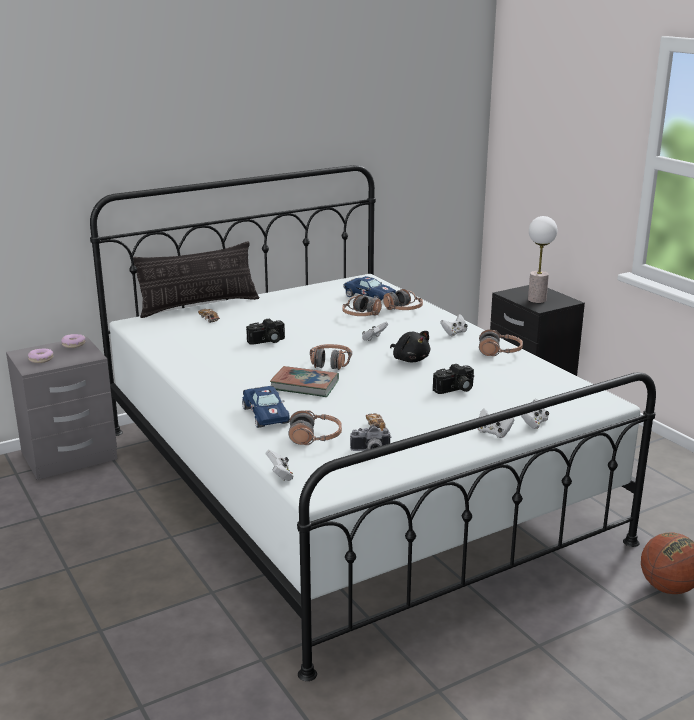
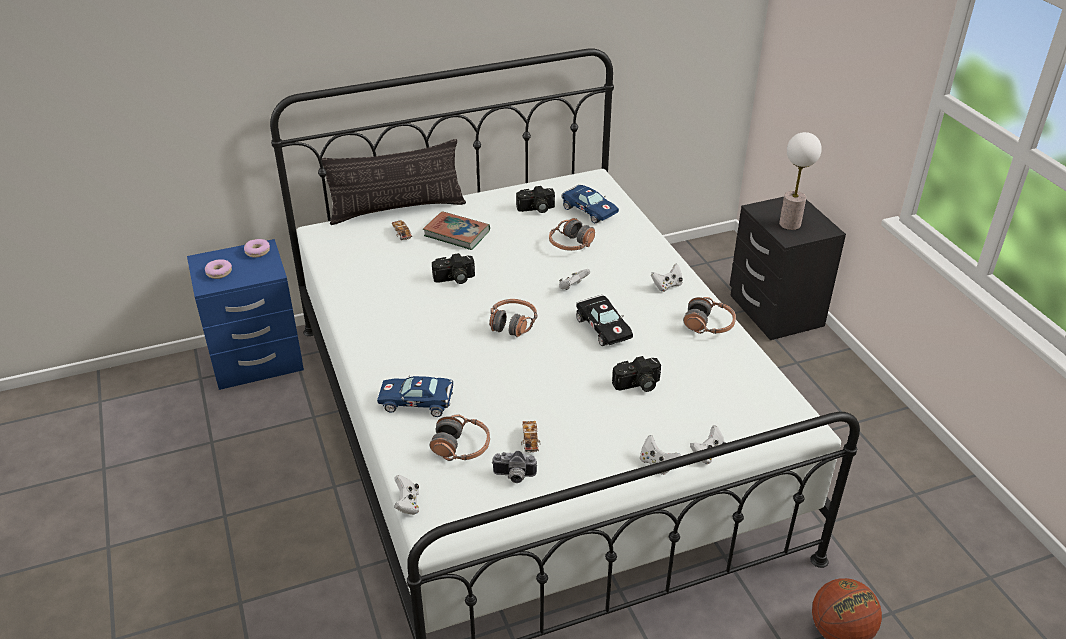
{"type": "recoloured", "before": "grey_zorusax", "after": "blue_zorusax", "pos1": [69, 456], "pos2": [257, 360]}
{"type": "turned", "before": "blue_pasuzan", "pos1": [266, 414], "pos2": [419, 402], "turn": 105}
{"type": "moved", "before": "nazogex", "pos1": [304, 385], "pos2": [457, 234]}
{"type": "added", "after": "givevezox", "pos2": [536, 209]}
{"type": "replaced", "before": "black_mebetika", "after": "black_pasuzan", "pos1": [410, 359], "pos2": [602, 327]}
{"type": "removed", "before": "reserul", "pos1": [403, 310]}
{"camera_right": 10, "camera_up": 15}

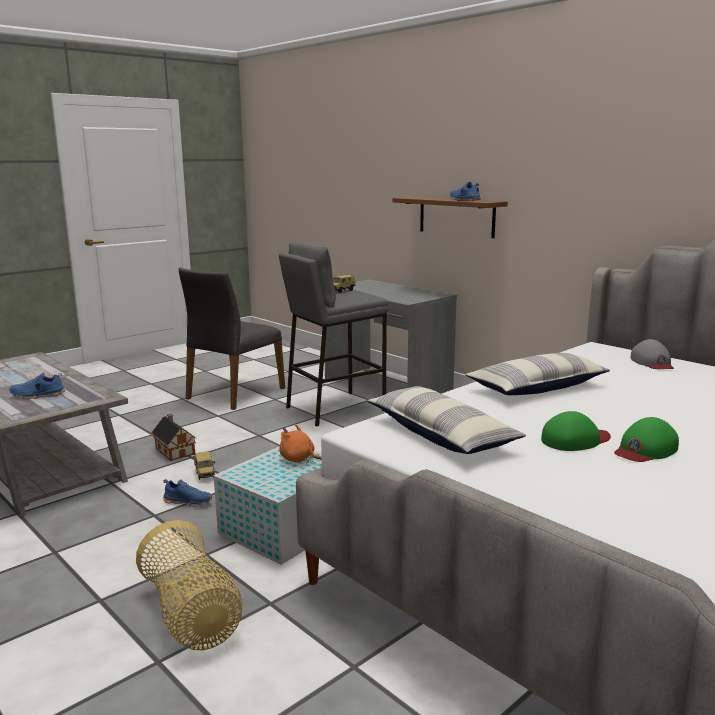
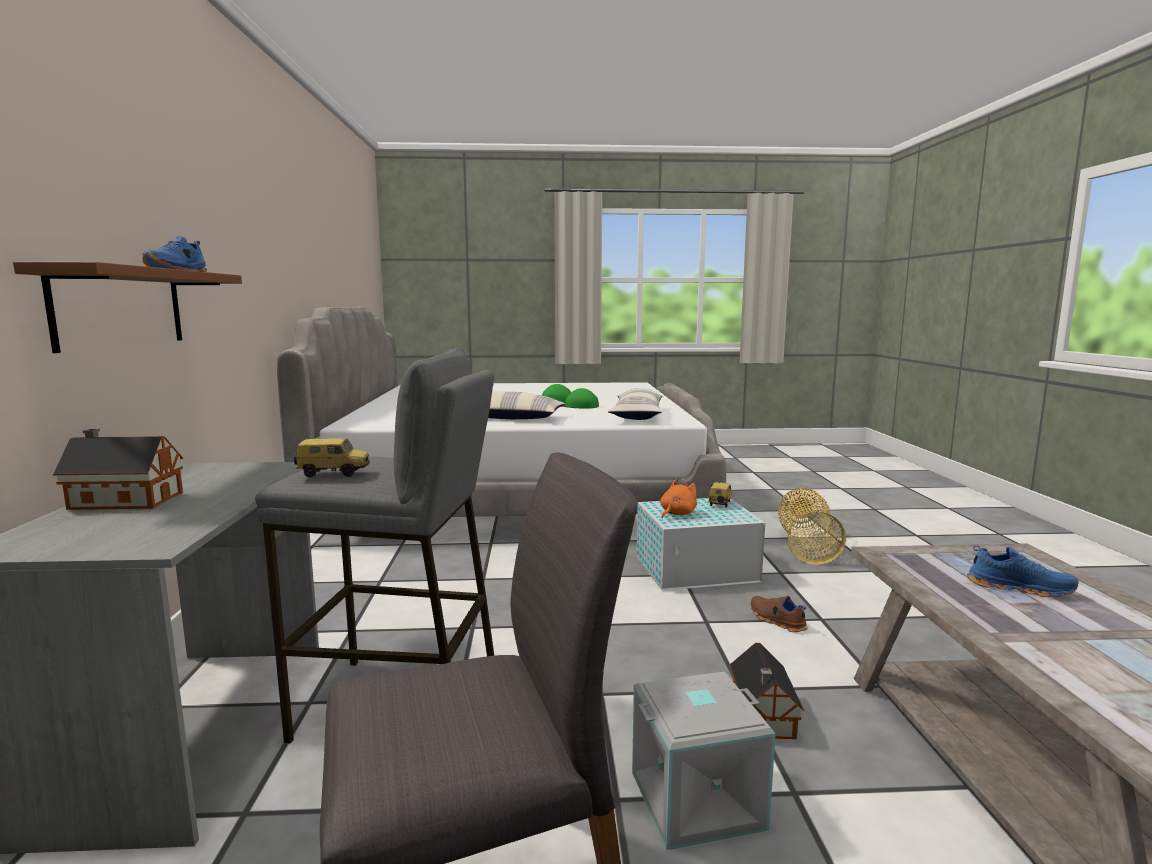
{"type": "added", "after": "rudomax", "pos2": [123, 500]}
{"type": "added", "after": "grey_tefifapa", "pos2": [696, 802]}
{"type": "turned", "before": "orange_mebetika", "pos1": [299, 459], "pos2": [676, 514], "turn": -120}
{"type": "moved", "before": "pasuzan", "pos1": [205, 474], "pos2": [719, 503]}
{"type": "recoloured", "before": "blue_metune", "after": "brown_metune", "pos1": [188, 501], "pos2": [776, 621]}
{"type": "removed", "before": "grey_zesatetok", "pos1": [652, 362]}
{"camera_right": -140, "camera_up": -5}

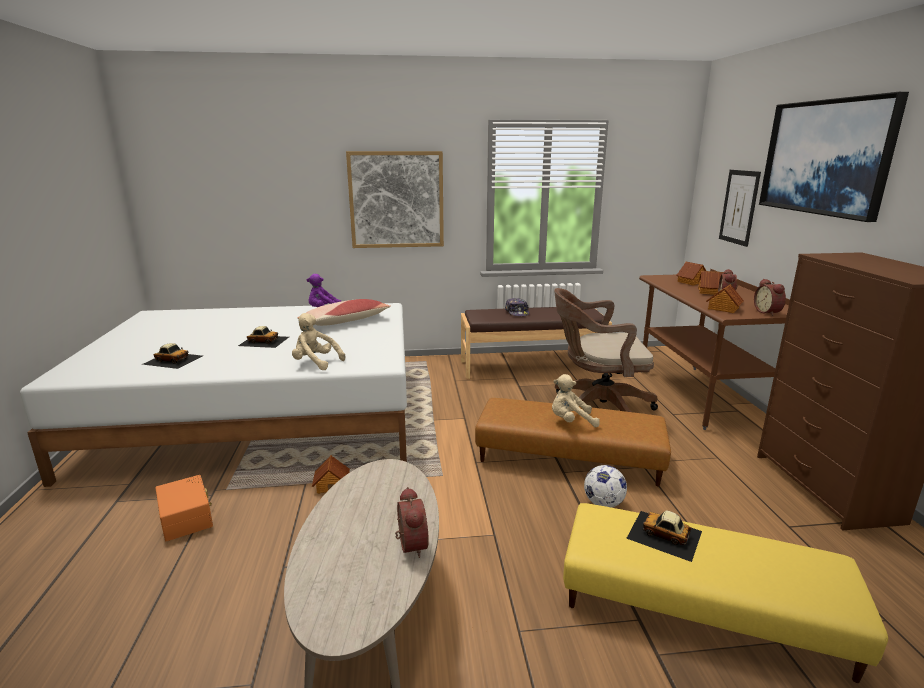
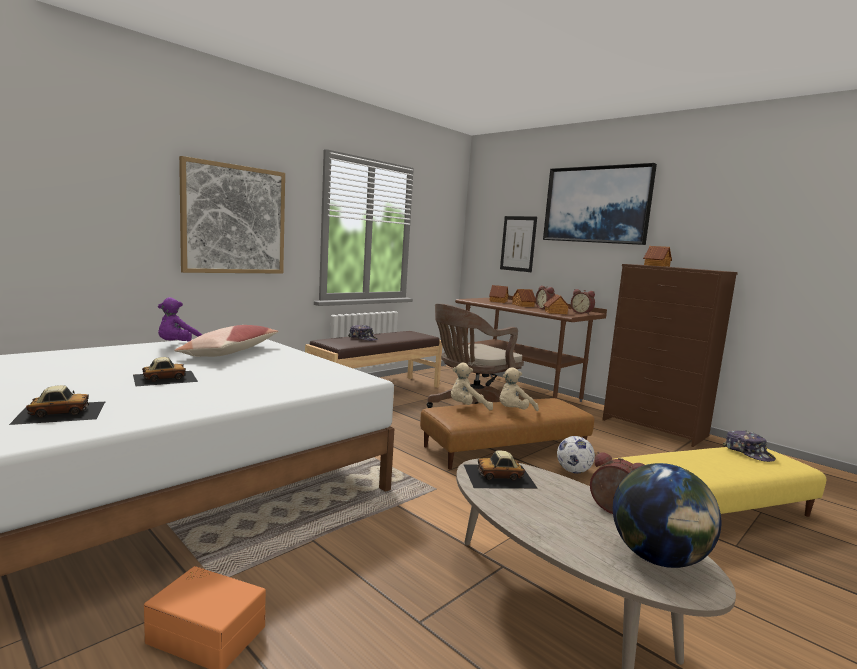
{"type": "moved", "before": "beige_mebetika", "pos1": [316, 363], "pos2": [467, 407]}
{"type": "moved", "before": "pasuzan", "pos1": [664, 535], "pos2": [499, 476]}
{"type": "added", "after": "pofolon", "pos2": [658, 558]}
{"type": "moved", "before": "rudomax", "pos1": [332, 484], "pos2": [656, 265]}
{"type": "added", "after": "zesatetok", "pos2": [748, 453]}
{"camera_right": -40, "camera_up": -10}

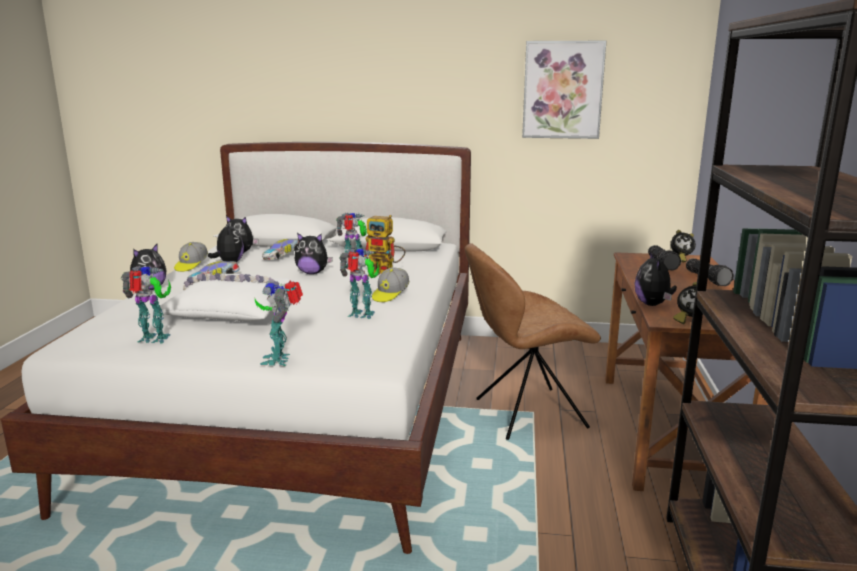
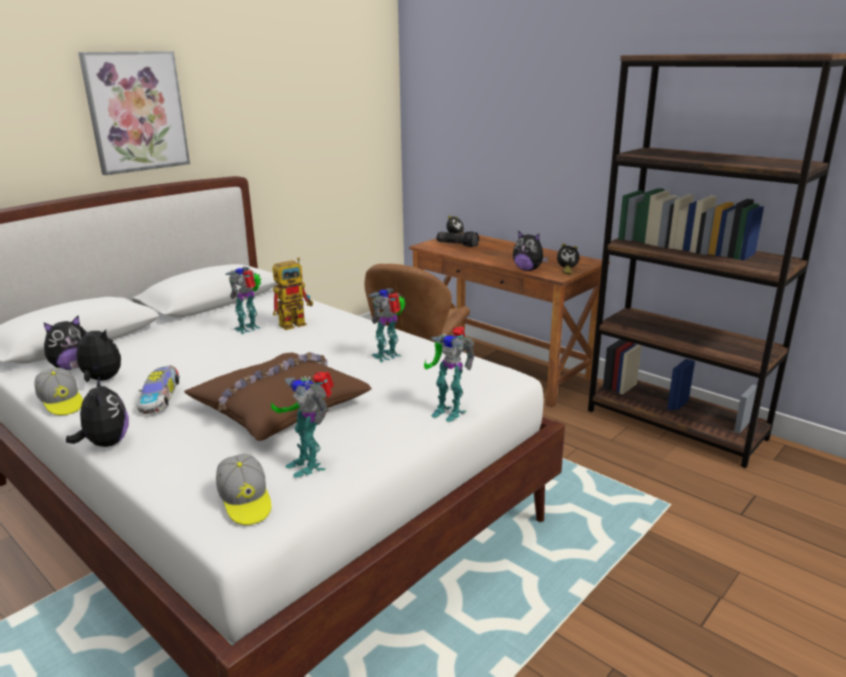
{"type": "moved", "before": "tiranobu", "pos1": [562, 90], "pos2": [136, 112]}
{"type": "recoloured", "before": "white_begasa", "after": "brown_begasa", "pos1": [234, 309], "pos2": [279, 406]}
{"type": "moved", "before": "zesatetok", "pos1": [390, 295], "pos2": [245, 502]}
{"type": "turned", "before": "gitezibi", "pos1": [154, 340], "pos2": [309, 463], "turn": -75}
{"type": "removed", "before": "pasuzan", "pos1": [283, 257]}
{"type": "removed", "before": "mebetika", "pos1": [312, 273]}
{"type": "removed", "before": "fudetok", "pos1": [708, 279]}
{"camera_right": -55, "camera_up": 5}

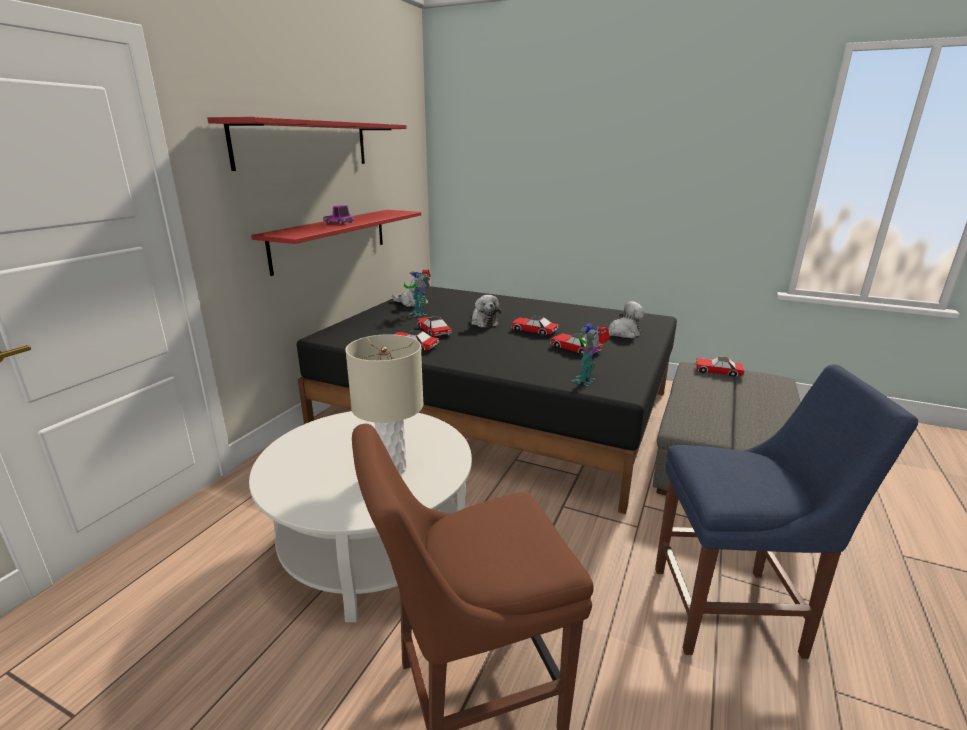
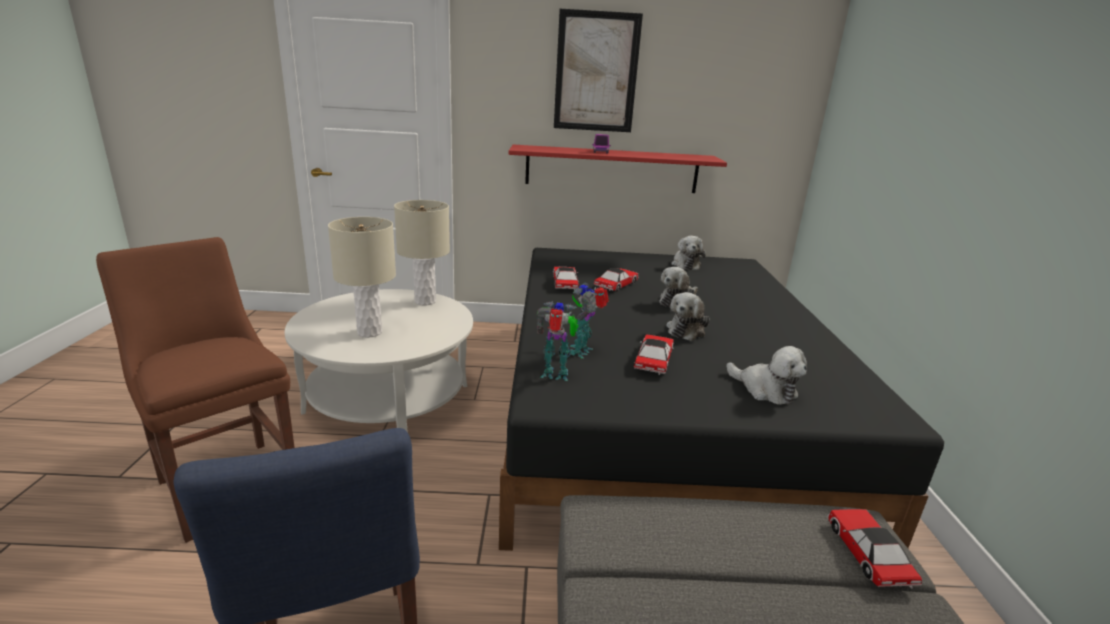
{"type": "added", "after": "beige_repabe", "pos2": [425, 301]}
{"type": "replaced", "before": "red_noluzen", "after": "tiranobu", "pos1": [304, 144], "pos2": [596, 72]}
{"type": "moved", "before": "gitezibi", "pos1": [419, 313], "pos2": [582, 351]}
{"type": "replaced", "before": "pasuzan", "after": "mebetika", "pos1": [533, 331], "pos2": [687, 330]}
{"camera_right": 65, "camera_up": 0}

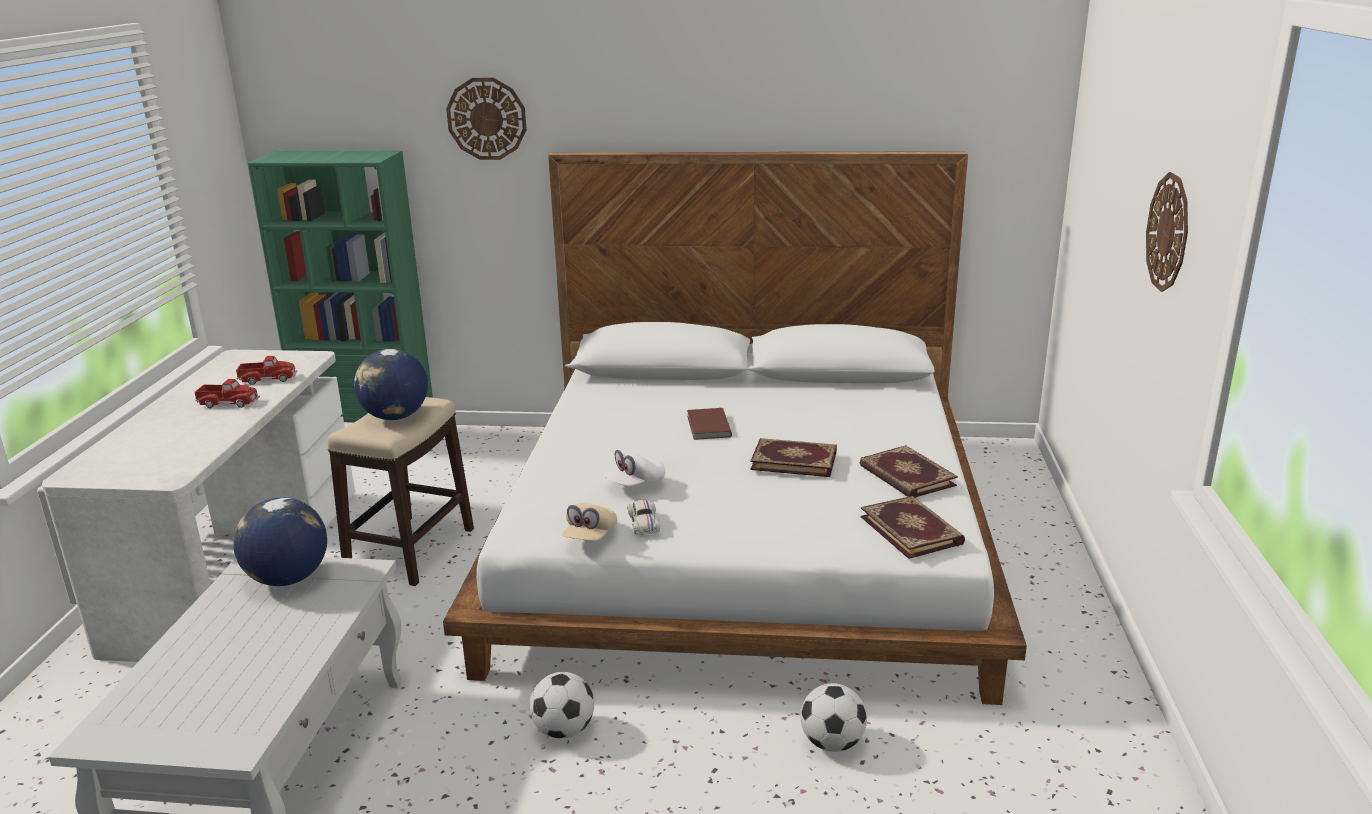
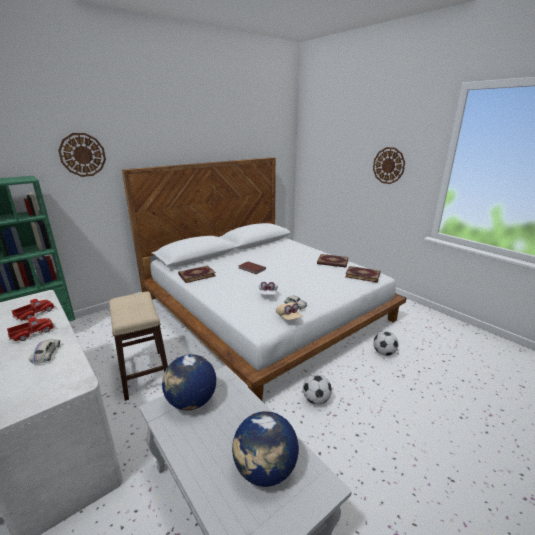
{"type": "added", "after": "white_pasuzan", "pos2": [46, 354]}
{"type": "moved", "before": "nazogex", "pos1": [794, 460], "pos2": [196, 275]}
{"type": "moved", "before": "pofolon", "pos1": [395, 417], "pos2": [265, 470]}
{"camera_right": -45, "camera_up": 0}

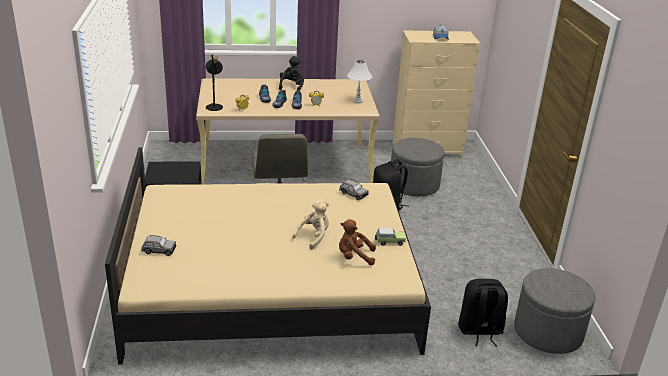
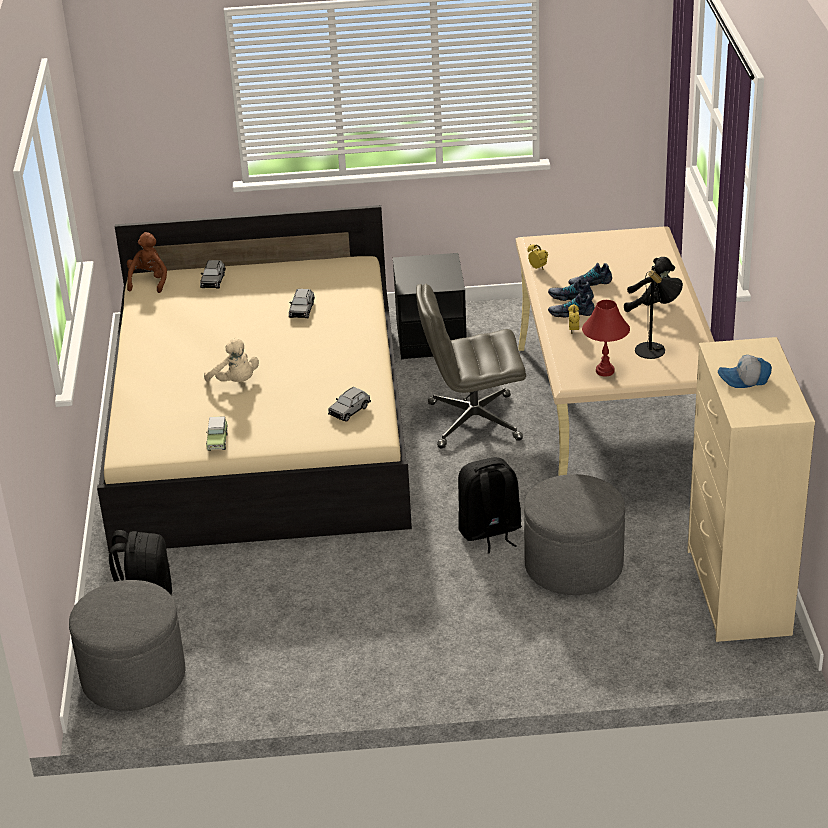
{"type": "moved", "before": "brown_mebetika", "pos1": [354, 257], "pos2": [149, 281]}
{"type": "added", "after": "grey_pasuzan", "pos2": [302, 310]}
{"type": "recoloured", "before": "white_repabe", "after": "red_repabe", "pos1": [358, 101], "pos2": [605, 371]}
{"type": "moved", "before": "black_repabe", "pos1": [214, 106], "pos2": [656, 350]}
{"camera_right": 95, "camera_up": 5}

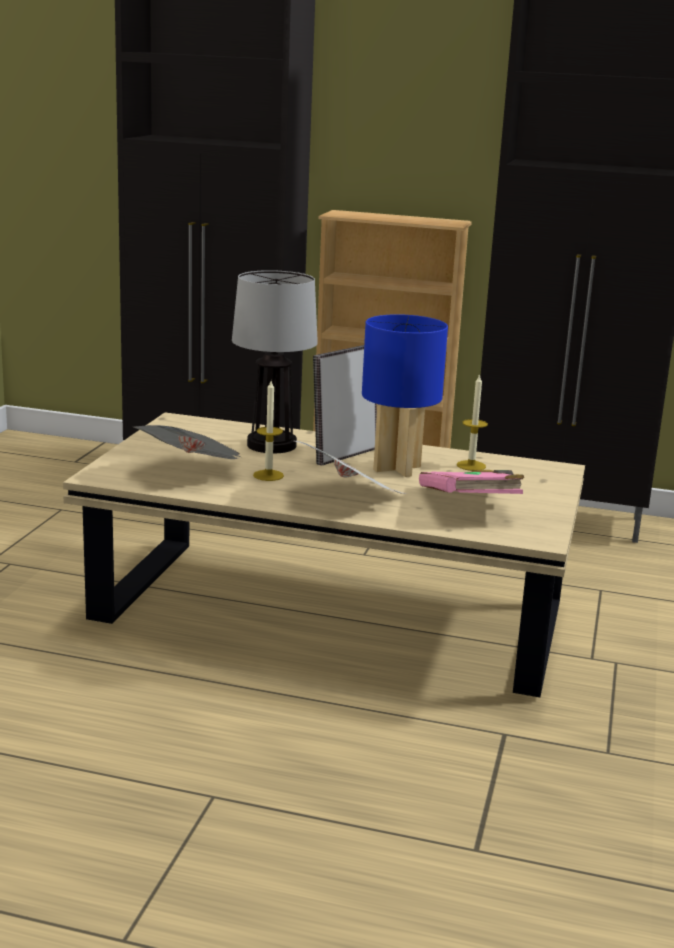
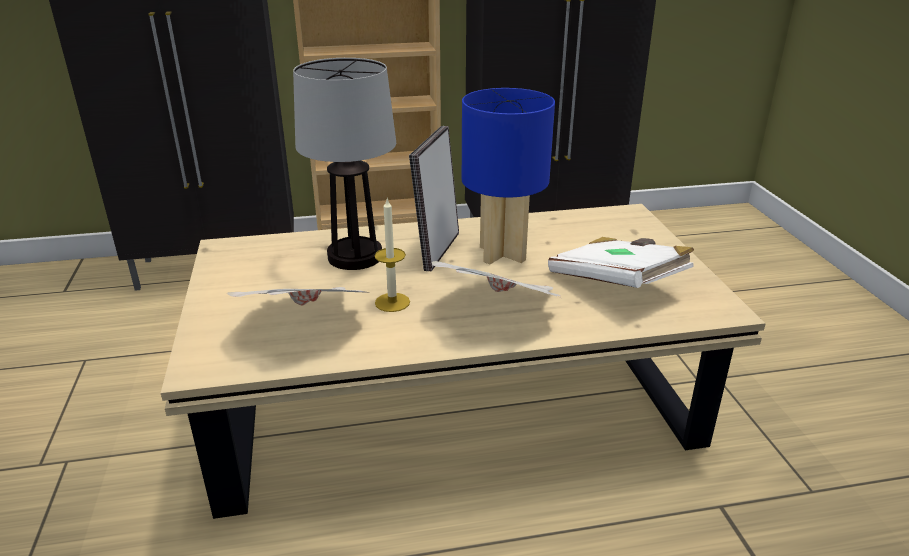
{"type": "recoloured", "before": "pink_nazogex", "after": "white_nazogex", "pos1": [470, 505], "pos2": [616, 284]}
{"type": "removed", "before": "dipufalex", "pos1": [471, 465]}
{"camera_right": -25, "camera_up": 10}

